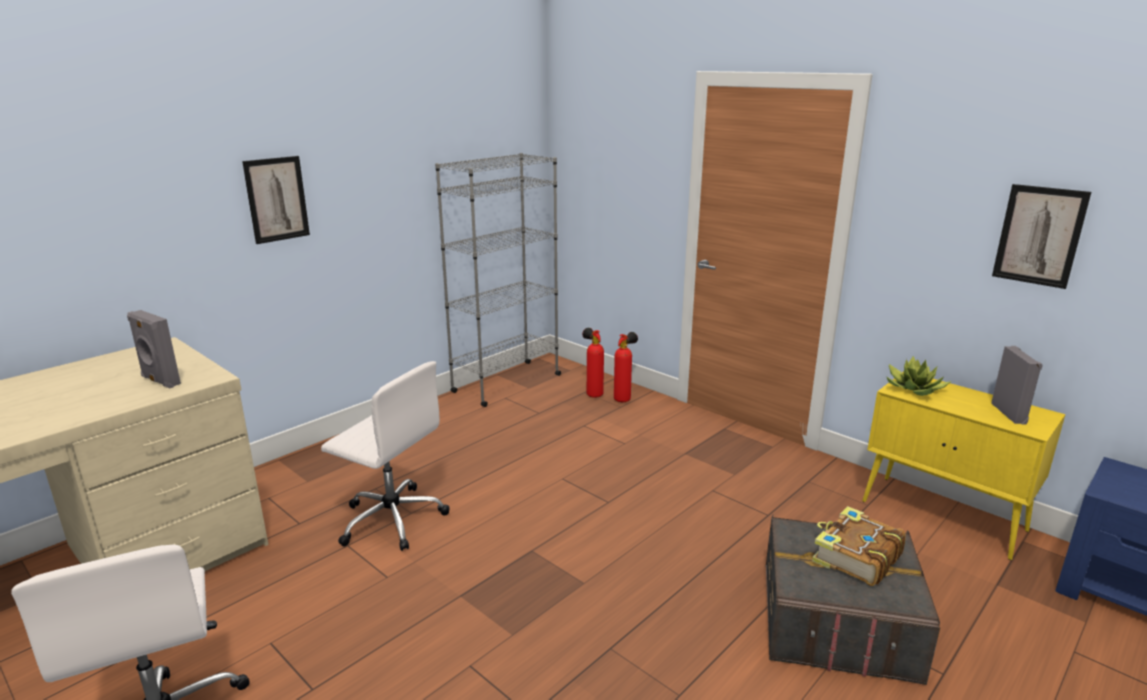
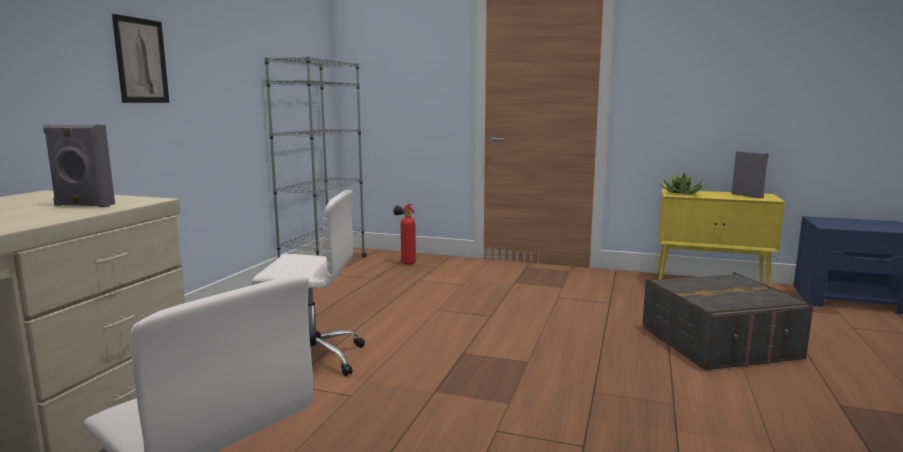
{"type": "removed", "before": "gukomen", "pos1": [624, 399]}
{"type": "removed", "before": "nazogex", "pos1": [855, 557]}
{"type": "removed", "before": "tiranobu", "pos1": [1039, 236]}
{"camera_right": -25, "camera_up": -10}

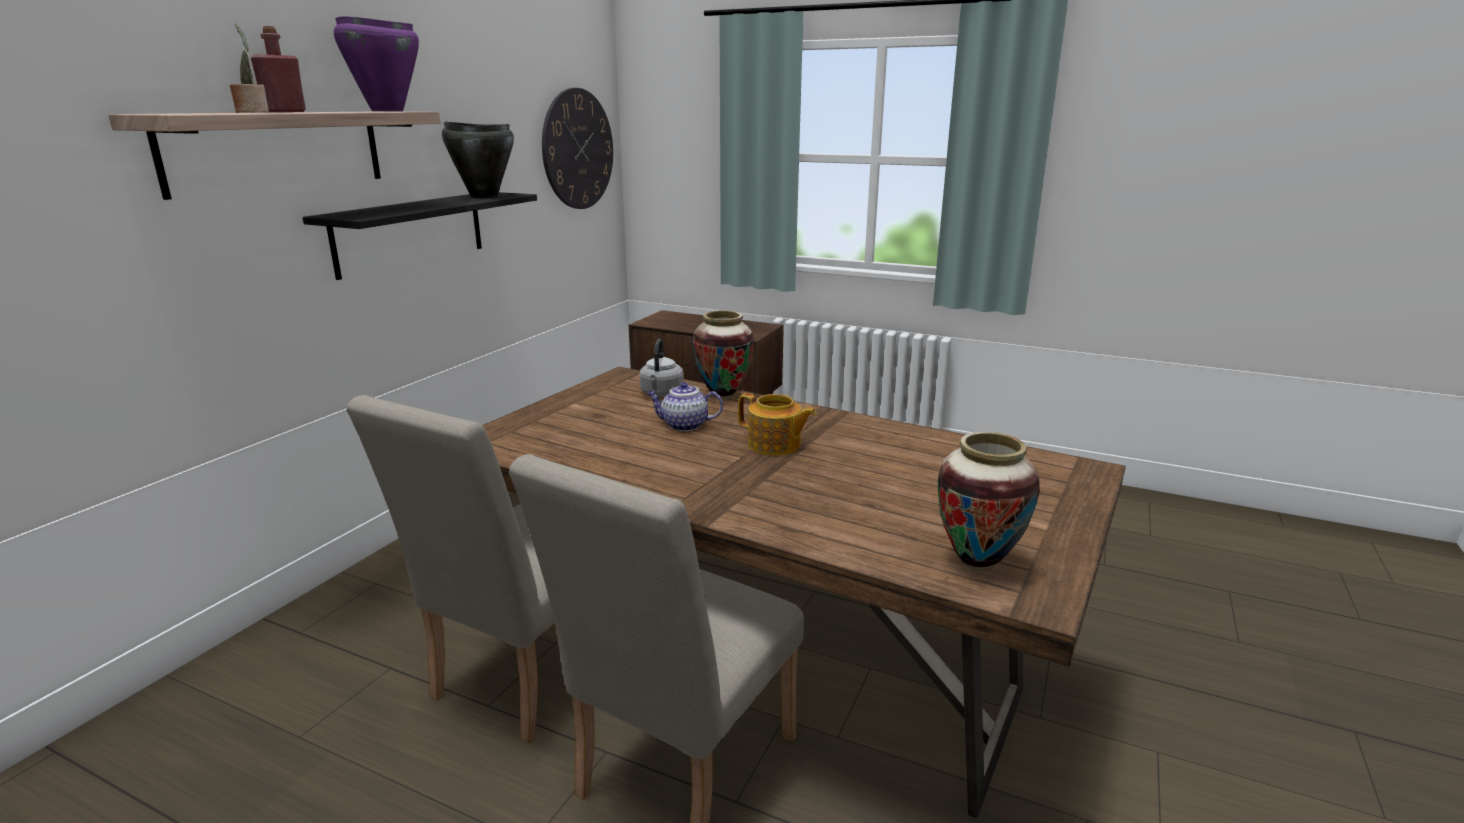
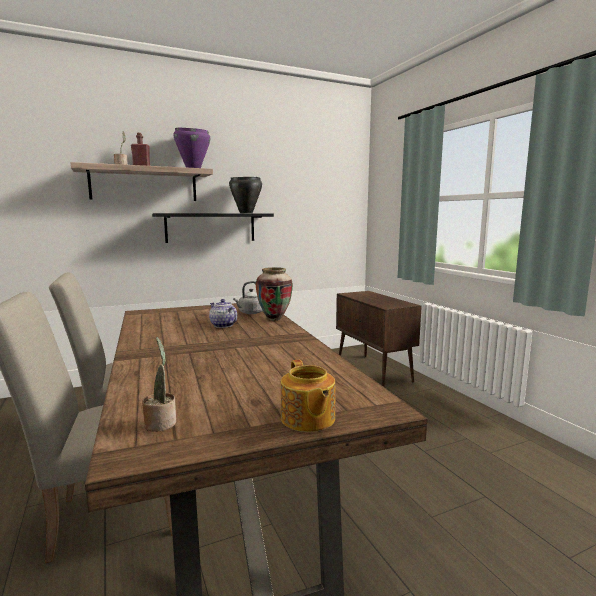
{"type": "replaced", "before": "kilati", "after": "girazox", "pos1": [977, 563], "pos2": [161, 422]}
{"type": "moved", "before": "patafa", "pos1": [775, 445], "pos2": [307, 419]}
{"type": "removed", "before": "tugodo", "pos1": [578, 149]}
{"camera_right": 40, "camera_up": -10}

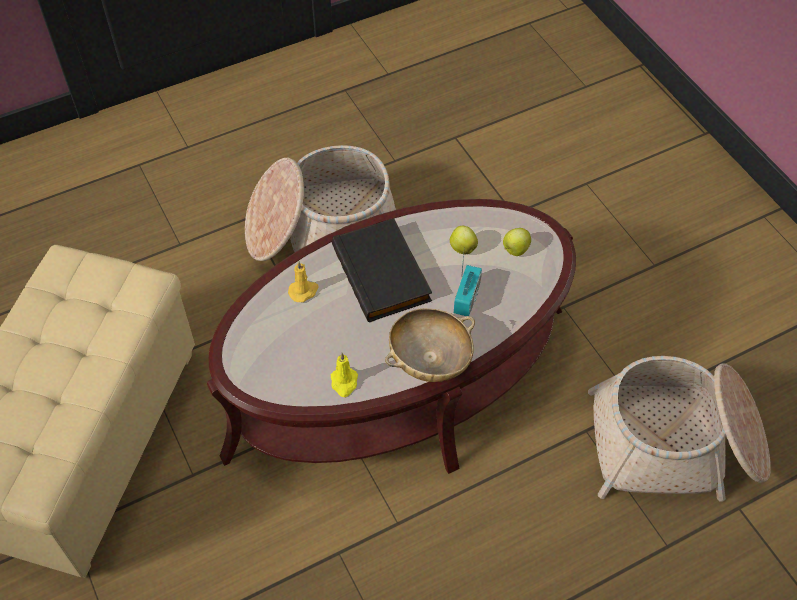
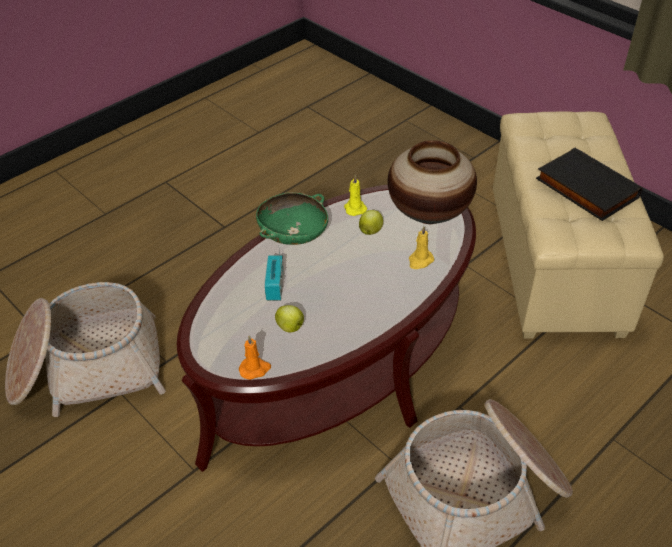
{"type": "added", "after": "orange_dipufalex", "pos2": [255, 369]}
{"type": "recoloured", "before": "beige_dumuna", "after": "green_dumuna", "pos1": [430, 359], "pos2": [293, 235]}
{"type": "moved", "before": "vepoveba", "pos1": [515, 250], "pos2": [371, 231]}
{"type": "added", "after": "kilati", "pos2": [428, 213]}
{"type": "moved", "before": "black_nazogex", "pos1": [384, 273], "pos2": [584, 189]}
{"camera_right": 165, "camera_up": -10}

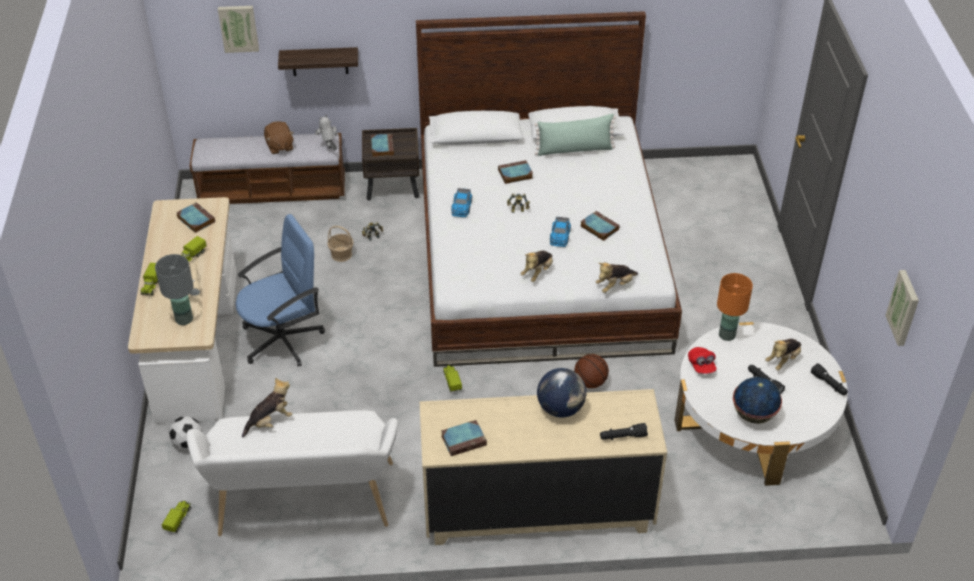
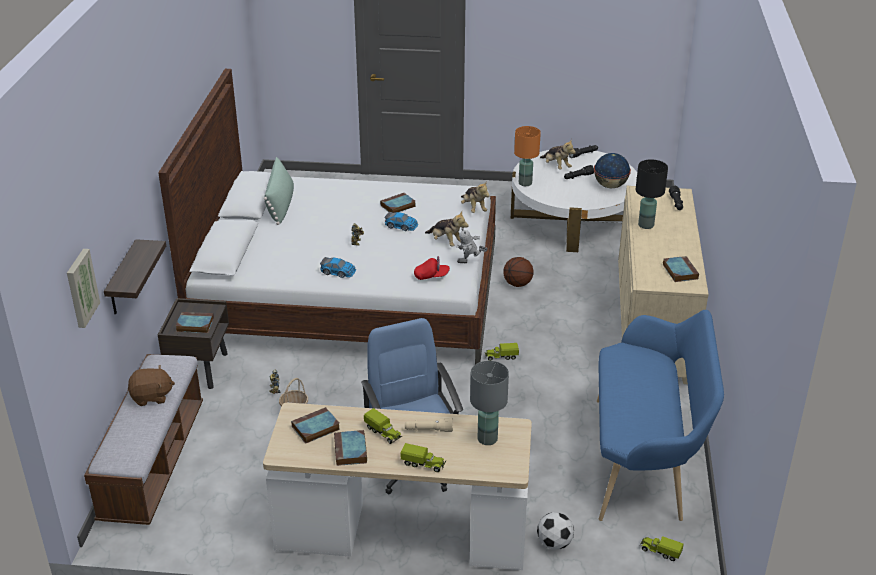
{"type": "moved", "before": "nazogex", "pos1": [514, 174], "pos2": [351, 451]}
{"type": "moved", "before": "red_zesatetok", "pos1": [701, 366], "pos2": [431, 276]}
{"type": "moved", "before": "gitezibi", "pos1": [329, 150], "pos2": [470, 262]}
{"type": "recoloured", "before": "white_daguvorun", "after": "blue_daguvorun", "pos1": [303, 506], "pos2": [645, 460]}
{"type": "replaced", "before": "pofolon", "after": "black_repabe", "pos1": [560, 408], "pos2": [645, 225]}
{"type": "removed", "before": "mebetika", "pos1": [270, 421]}
{"type": "removed", "before": "tiranobu", "pos1": [904, 307]}
{"camera_right": -80, "camera_up": -10}

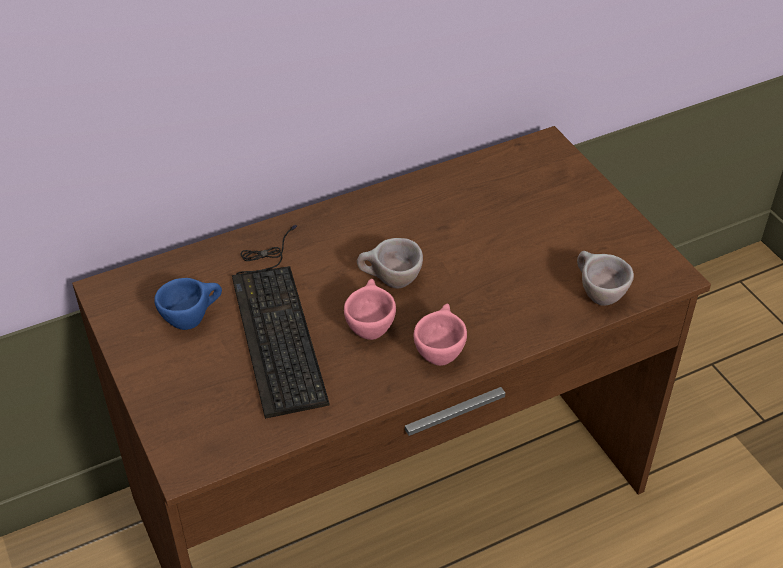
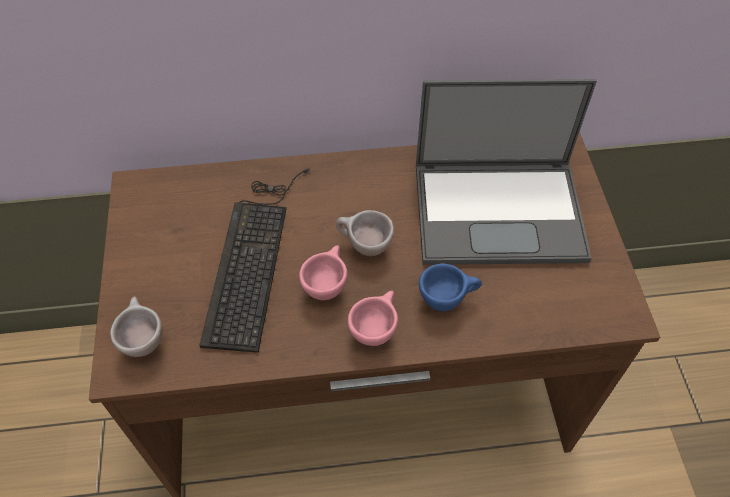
{"type": "moved", "before": "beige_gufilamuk", "pos1": [596, 295], "pos2": [143, 339]}
{"type": "added", "after": "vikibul", "pos2": [500, 211]}
{"type": "moved", "before": "blue_gufilamuk", "pos1": [192, 319], "pos2": [447, 300]}
{"camera_right": 20, "camera_up": 10}

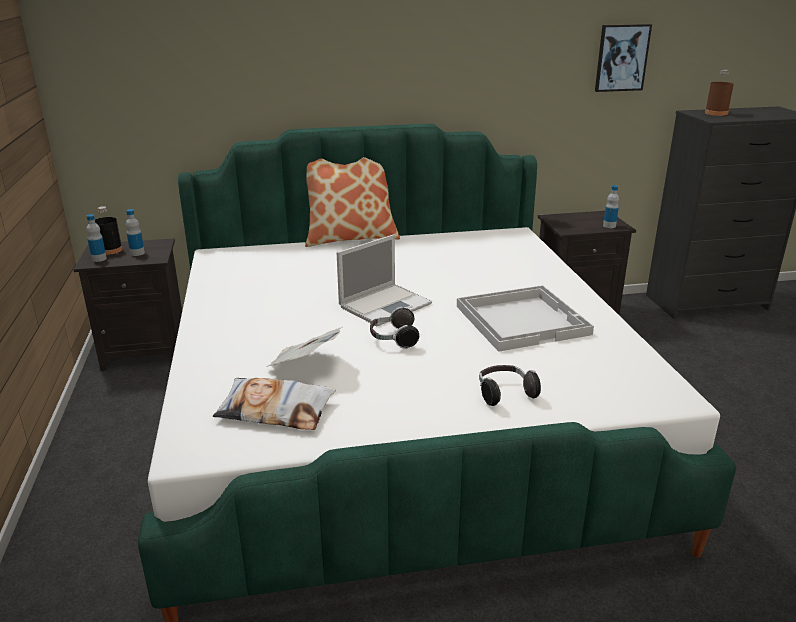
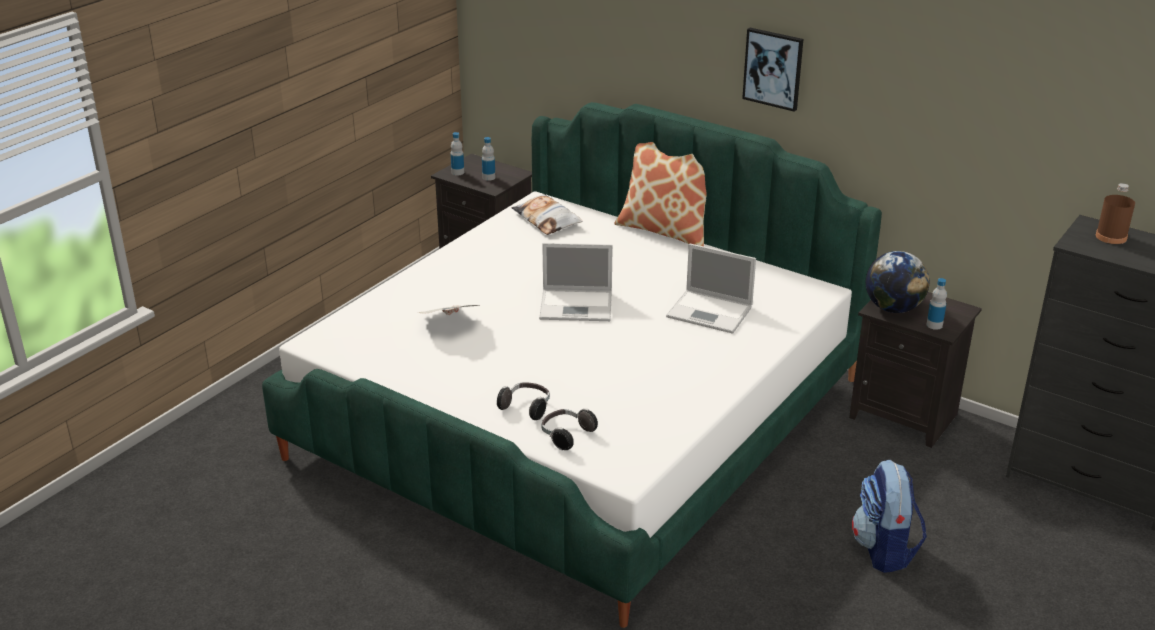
{"type": "moved", "before": "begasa", "pos1": [276, 410], "pos2": [547, 220]}
{"type": "moved", "before": "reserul", "pos1": [393, 339], "pos2": [566, 435]}
{"type": "added", "after": "vikibul", "pos2": [711, 312]}
{"type": "moved", "before": "tiranobu", "pos1": [621, 58], "pos2": [773, 68]}
{"type": "added", "after": "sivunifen", "pos2": [884, 550]}
{"type": "added", "after": "pofolon", "pos2": [893, 308]}
{"type": "removed", "before": "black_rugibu", "pos1": [110, 250]}
{"type": "removed", "before": "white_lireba", "pos1": [522, 319]}
{"camera_right": 45, "camera_up": 5}

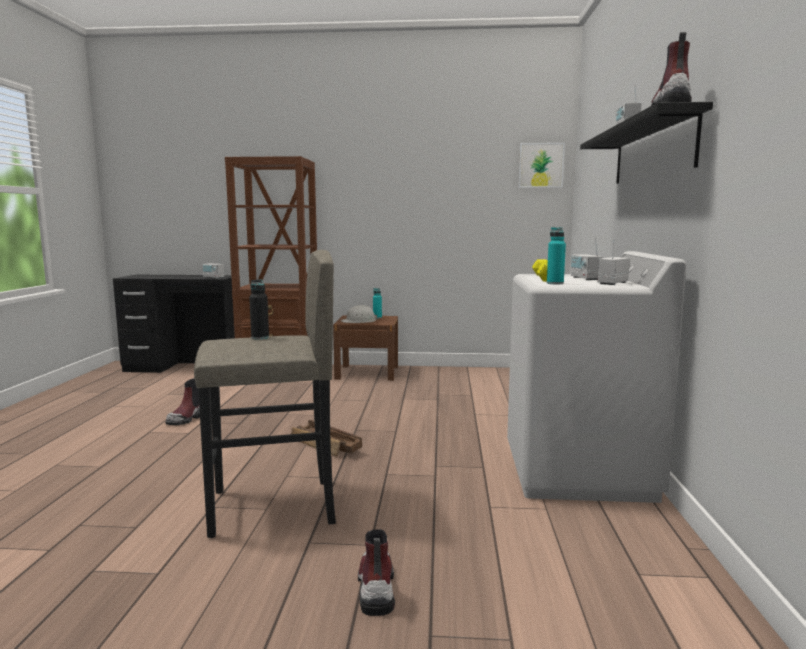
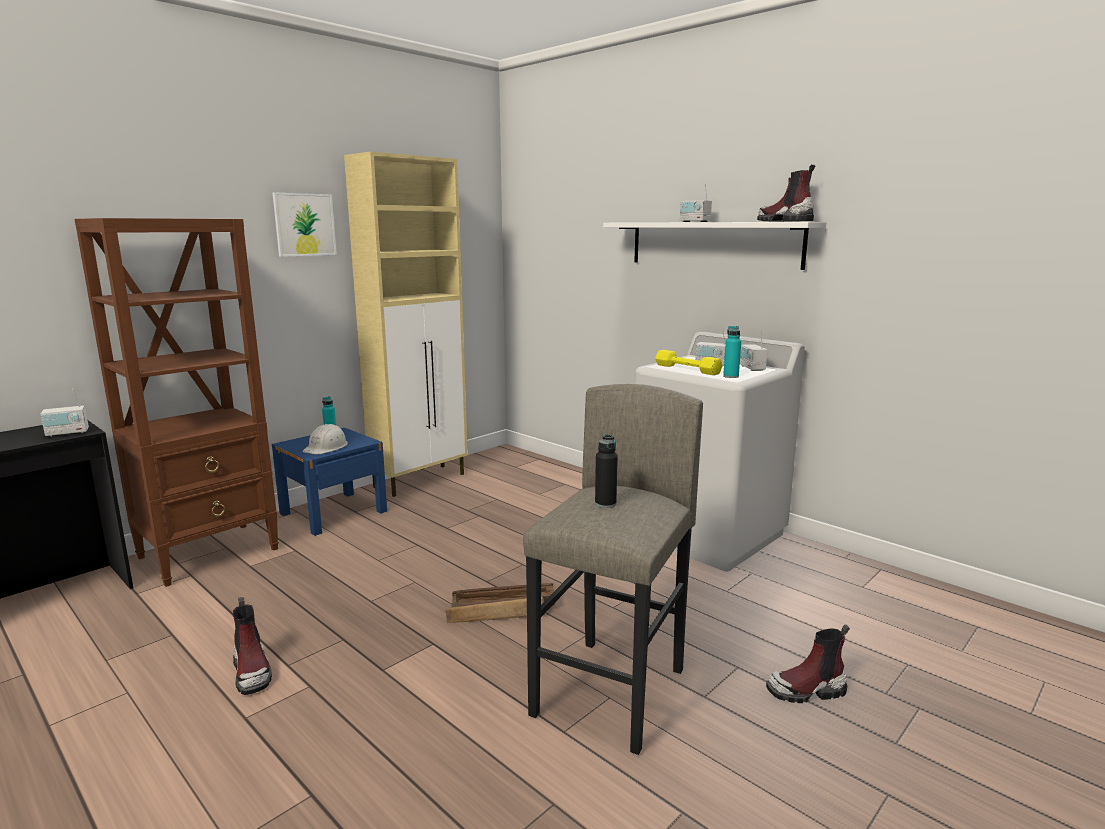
{"type": "recoloured", "before": "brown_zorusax", "after": "blue_zorusax", "pos1": [367, 372], "pos2": [333, 512]}
{"type": "moved", "before": "tiranobu", "pos1": [541, 165], "pos2": [304, 224]}
{"type": "added", "after": "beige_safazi", "pos2": [421, 480]}
{"type": "recoloured", "before": "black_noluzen", "after": "white_noluzen", "pos1": [652, 152], "pos2": [713, 244]}
{"type": "turned", "before": "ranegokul", "pos1": [376, 587], "pos2": [807, 691], "turn": -45}
{"camera_right": -50, "camera_up": 5}

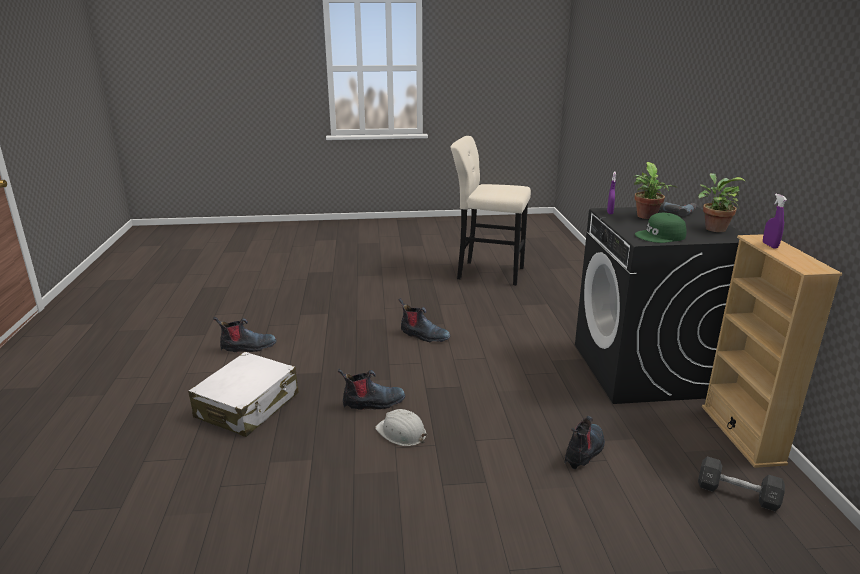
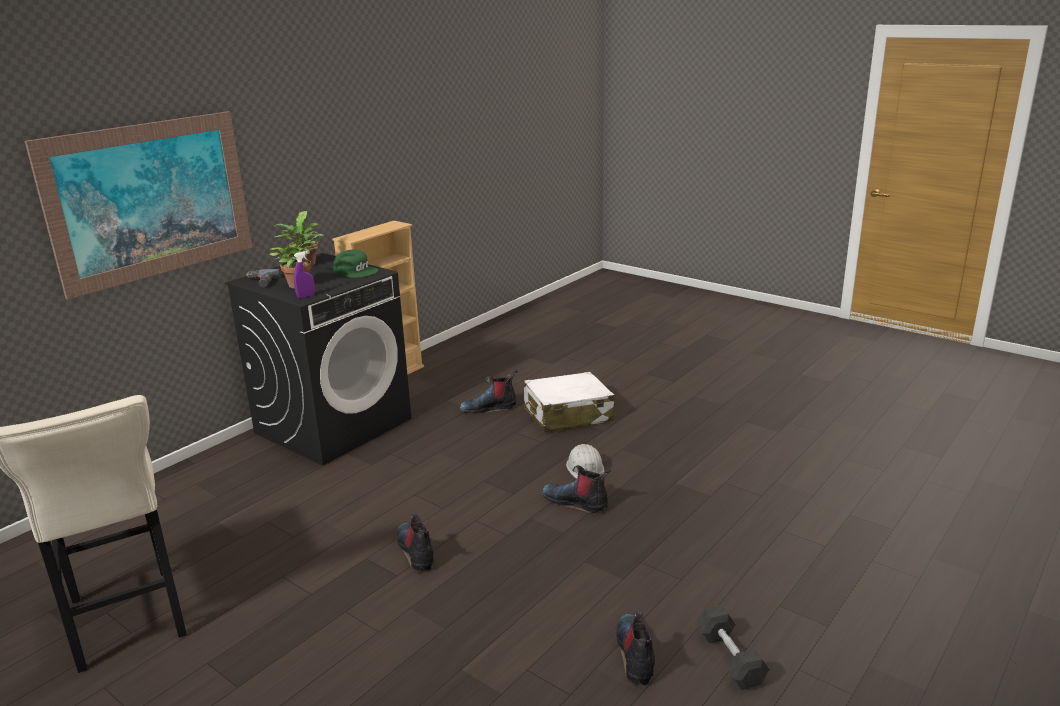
{"type": "added", "after": "tiranobu", "pos2": [151, 200]}
{"type": "moved", "before": "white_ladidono", "pos1": [248, 406], "pos2": [567, 415]}
{"type": "turned", "before": "ranegokul", "pos1": [247, 347], "pos2": [636, 655], "turn": 60}
{"type": "moved", "before": "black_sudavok", "pos1": [737, 494], "pos2": [730, 658]}
{"type": "removed", "before": "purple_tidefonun", "pos1": [770, 245]}
{"camera_right": -135, "camera_up": 0}

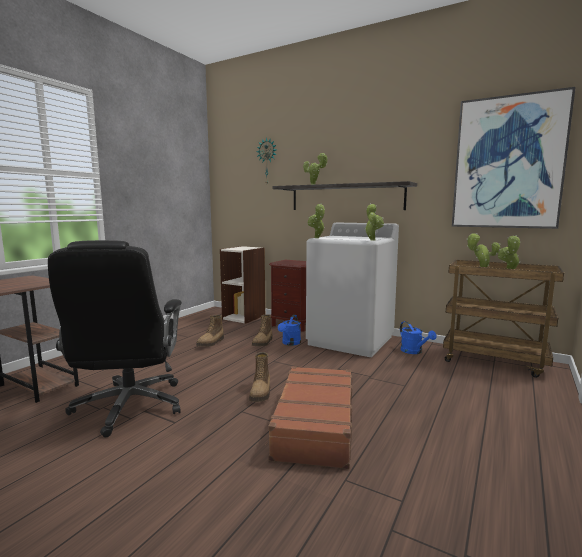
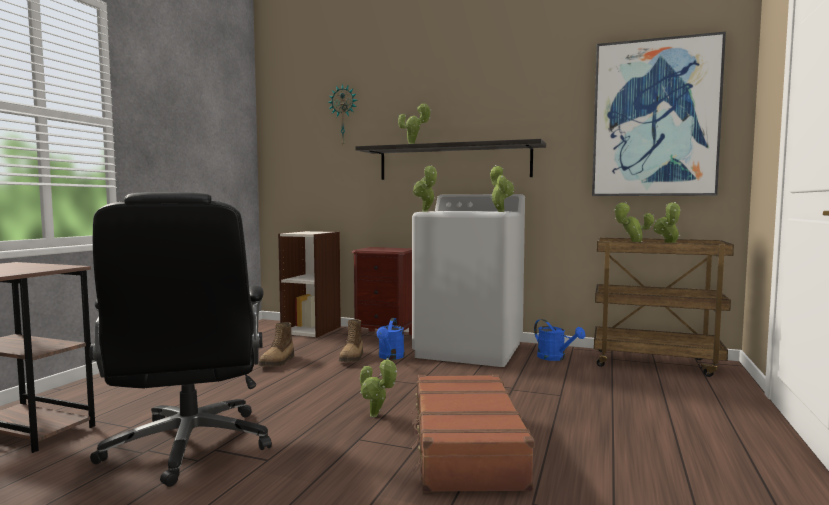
{"type": "replaced", "before": "ranegokul", "after": "girazox", "pos1": [261, 393], "pos2": [376, 416]}
{"camera_right": -10, "camera_up": -5}

